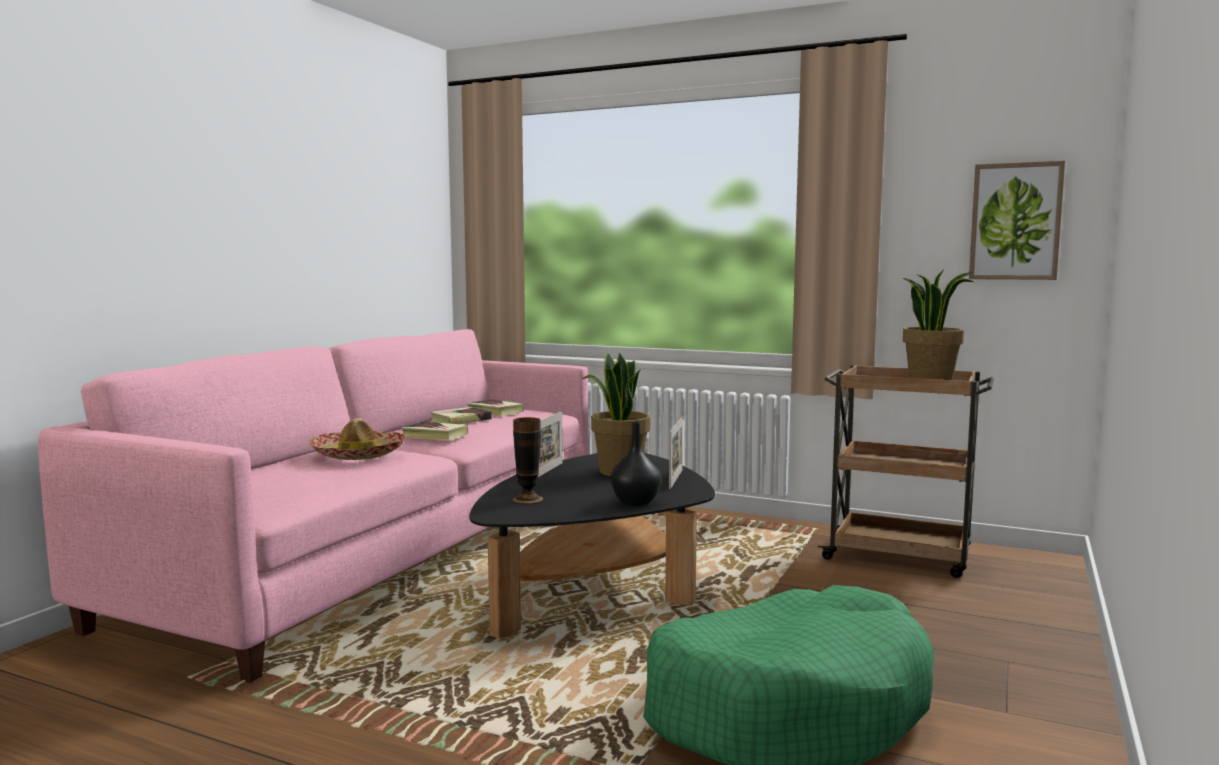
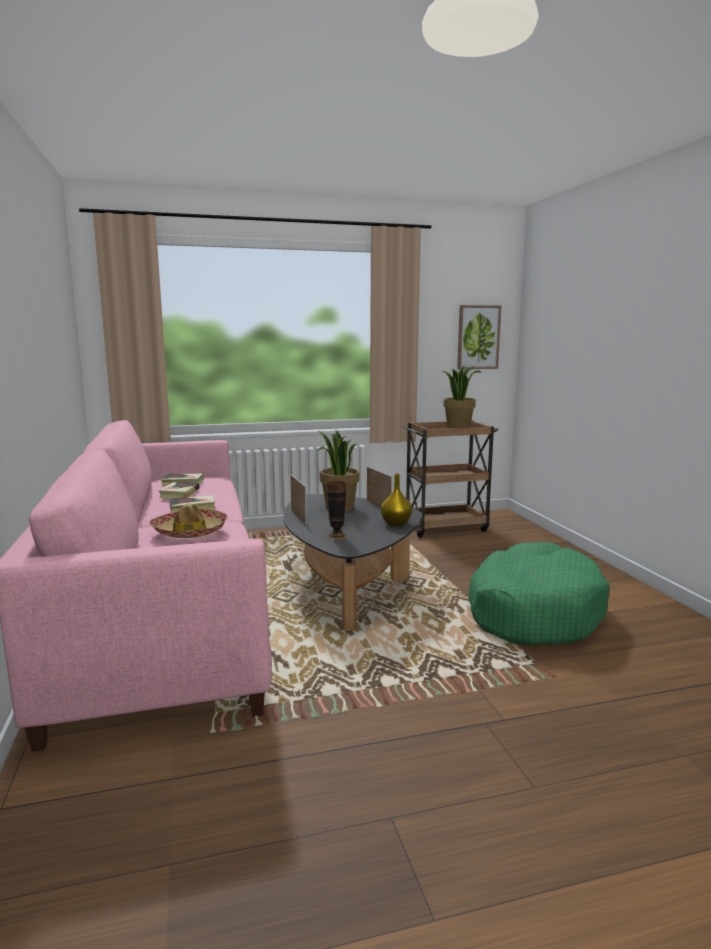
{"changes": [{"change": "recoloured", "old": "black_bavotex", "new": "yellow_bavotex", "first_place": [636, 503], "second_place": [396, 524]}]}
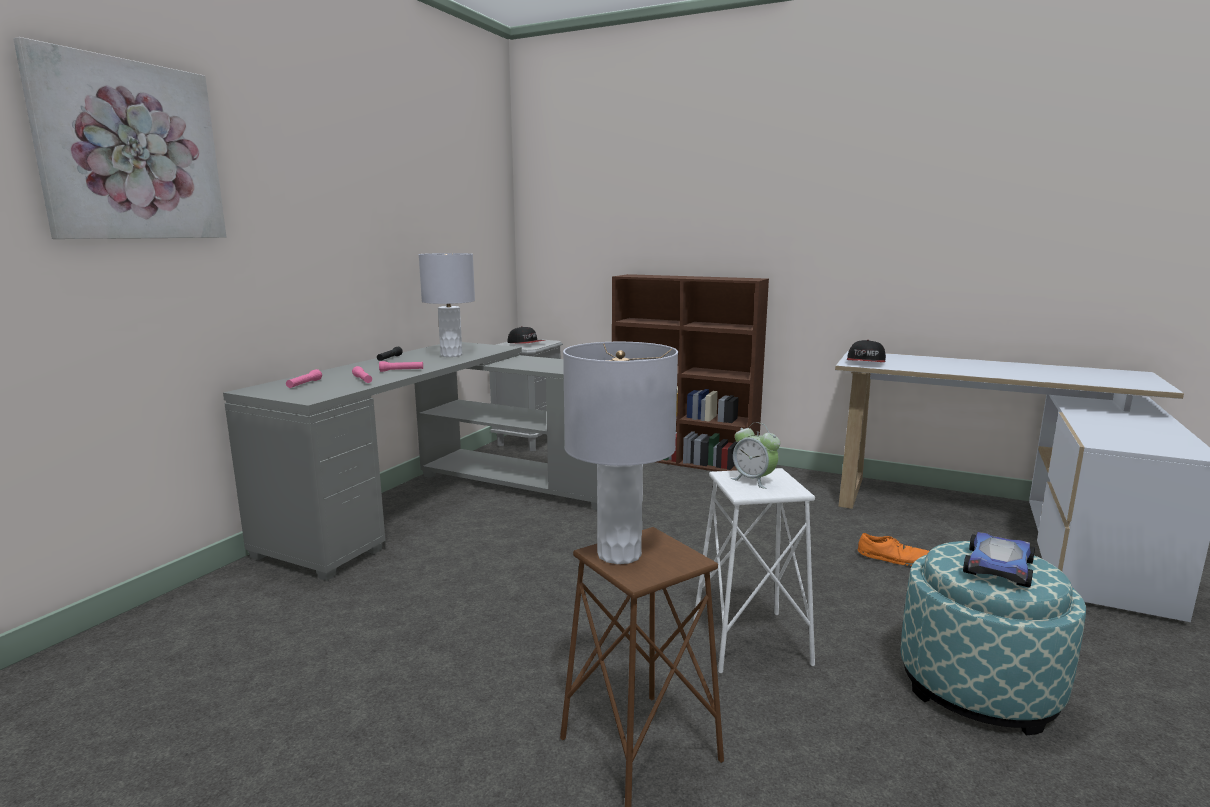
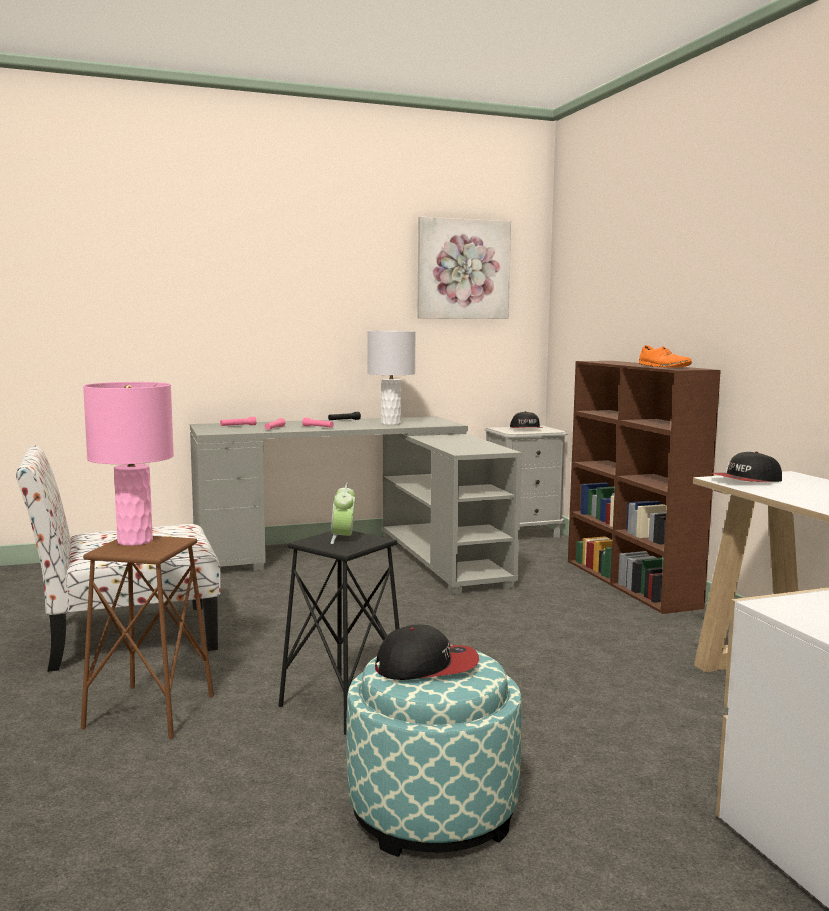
{"changes": [{"change": "added", "new": "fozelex", "second_place": [126, 637]}, {"change": "recoloured", "old": "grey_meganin", "new": "pink_meganin", "first_place": [618, 554], "second_place": [135, 541]}, {"change": "recoloured", "old": "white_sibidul", "new": "black_sibidul", "first_place": [750, 642], "second_place": [342, 703]}, {"change": "replaced", "old": "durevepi", "new": "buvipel", "first_place": [998, 566], "second_place": [427, 666]}, {"change": "moved", "old": "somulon", "first_place": [129, 151], "second_place": [463, 269]}, {"change": "moved", "old": "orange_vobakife", "first_place": [894, 558], "second_place": [663, 366]}]}
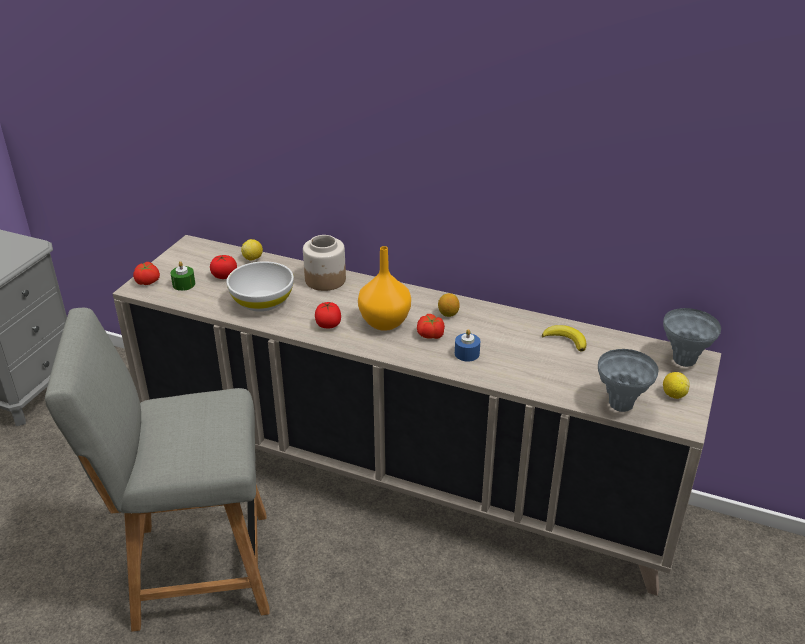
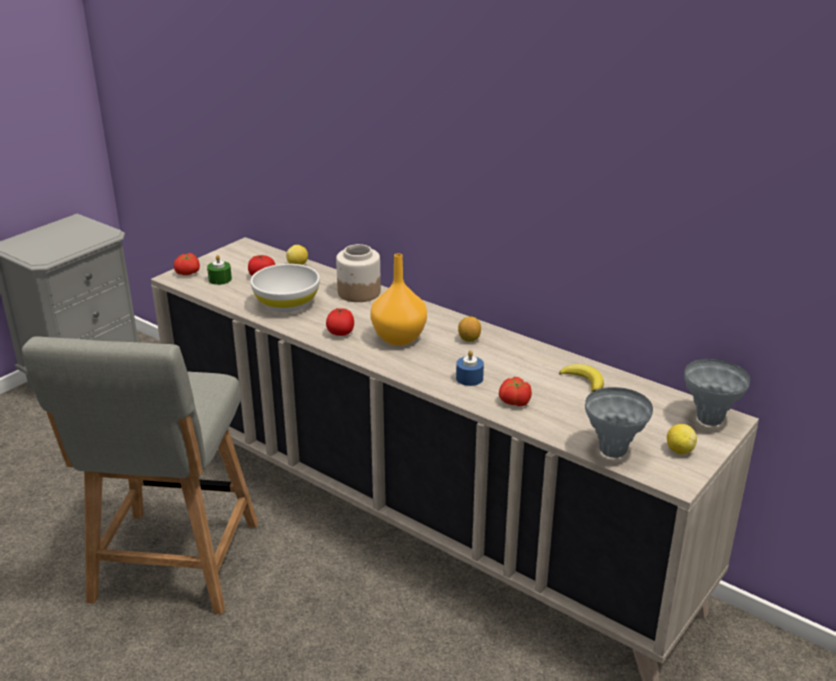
{"changes": [{"change": "turned", "old": "grey_fozelex", "first_place": [193, 569], "second_place": [173, 567], "degrees": -90}, {"change": "moved", "old": "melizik", "first_place": [430, 335], "second_place": [514, 401]}]}
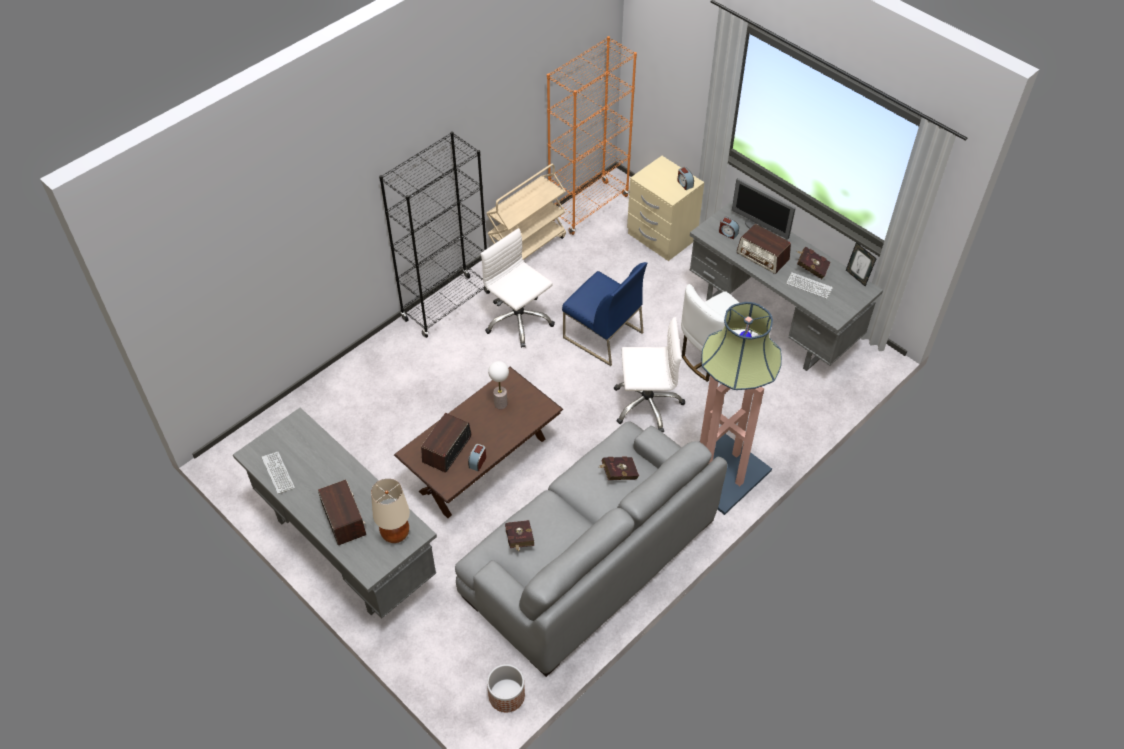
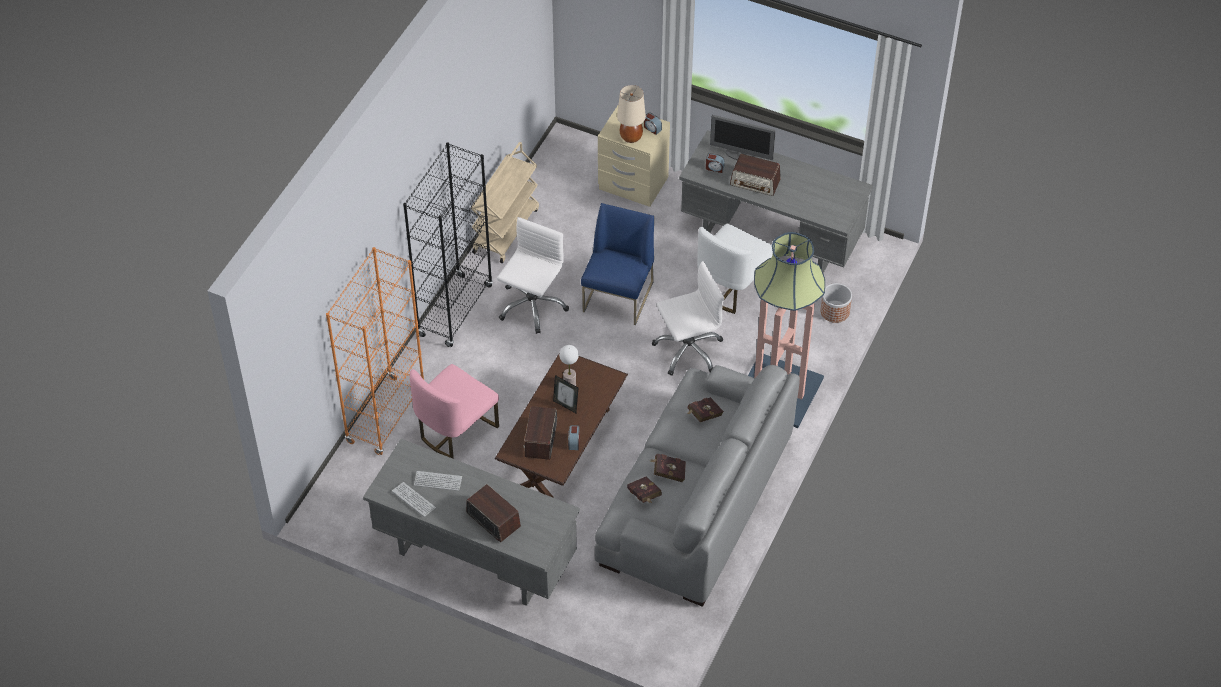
{"changes": [{"change": "moved", "old": "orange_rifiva", "first_place": [588, 208], "second_place": [386, 416]}, {"change": "added", "new": "pink_fozelex", "second_place": [455, 430]}, {"change": "moved", "old": "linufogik", "first_place": [809, 286], "second_place": [438, 481]}, {"change": "turned", "old": "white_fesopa", "first_place": [518, 321], "second_place": [532, 306], "degrees": 90}, {"change": "moved", "old": "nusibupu", "first_place": [857, 277], "second_place": [566, 405]}, {"change": "turned", "old": "blue_fozelex", "first_place": [602, 335], "second_place": [618, 297], "degrees": -90}, {"change": "moved", "old": "beige_meganin", "first_place": [395, 534], "second_place": [631, 137]}, {"change": "moved", "old": "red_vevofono", "first_place": [810, 268], "second_place": [668, 472]}, {"change": "moved", "old": "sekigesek", "first_place": [506, 695], "second_place": [835, 312]}]}
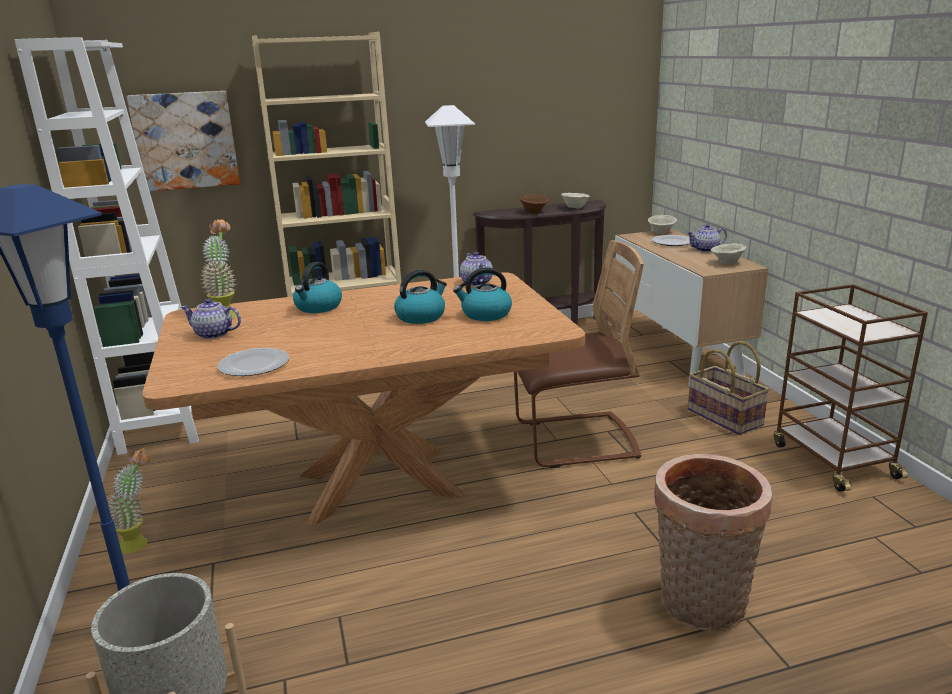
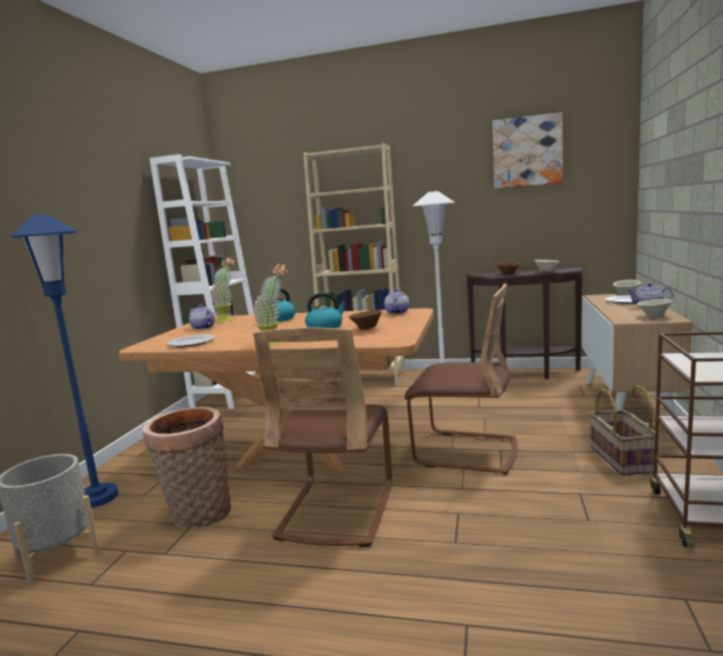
{"changes": [{"change": "moved", "old": "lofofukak", "first_place": [700, 606], "second_place": [197, 514]}, {"change": "added", "new": "brown_fozelex", "second_place": [336, 511]}, {"change": "moved", "old": "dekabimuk", "first_place": [140, 542], "second_place": [275, 343]}, {"change": "replaced", "old": "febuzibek", "new": "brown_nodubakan", "first_place": [485, 314], "second_place": [366, 329]}, {"change": "moved", "old": "somulon", "first_place": [185, 141], "second_place": [527, 152]}]}
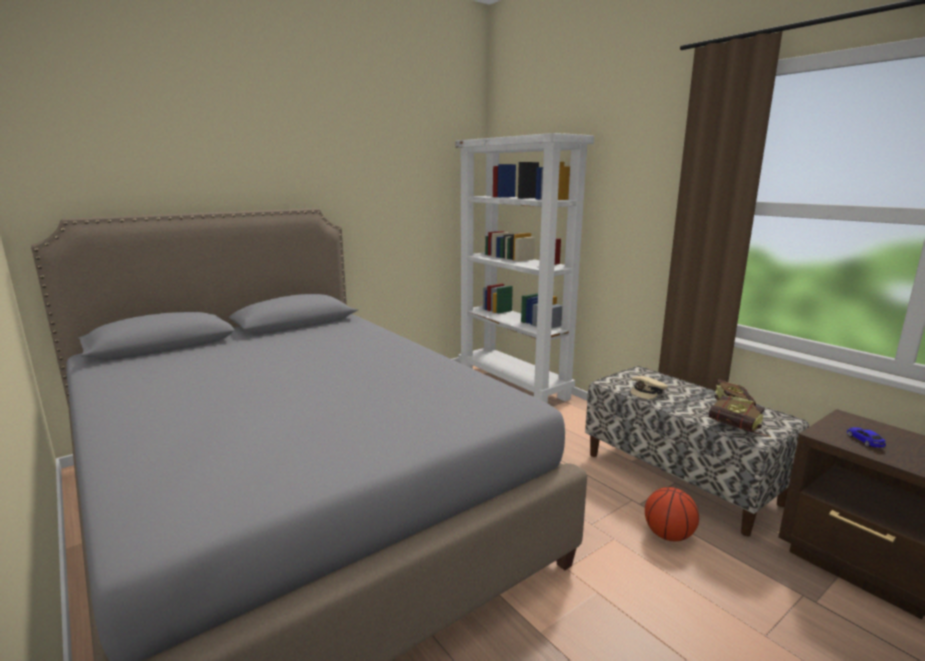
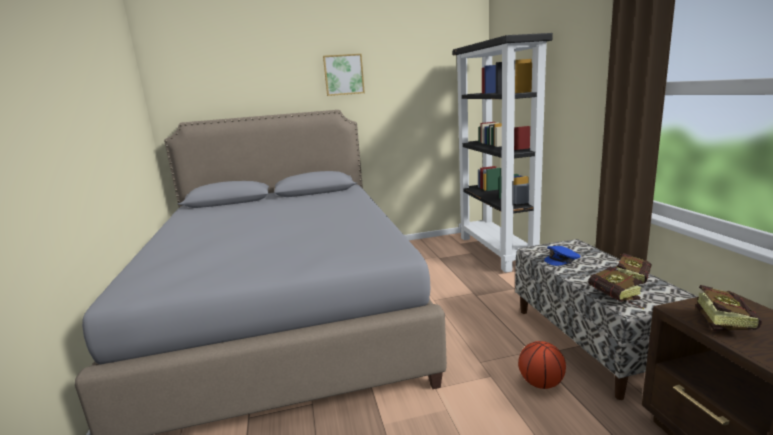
{"changes": [{"change": "added", "new": "somulon", "second_place": [343, 75]}, {"change": "recoloured", "old": "white_rifiva", "new": "black_rifiva", "first_place": [514, 384], "second_place": [497, 251]}, {"change": "recoloured", "old": "beige_buvipel", "new": "blue_buvipel", "first_place": [648, 391], "second_place": [562, 260]}, {"change": "replaced", "old": "durevepi", "new": "vevofono", "first_place": [864, 441], "second_place": [721, 321]}]}
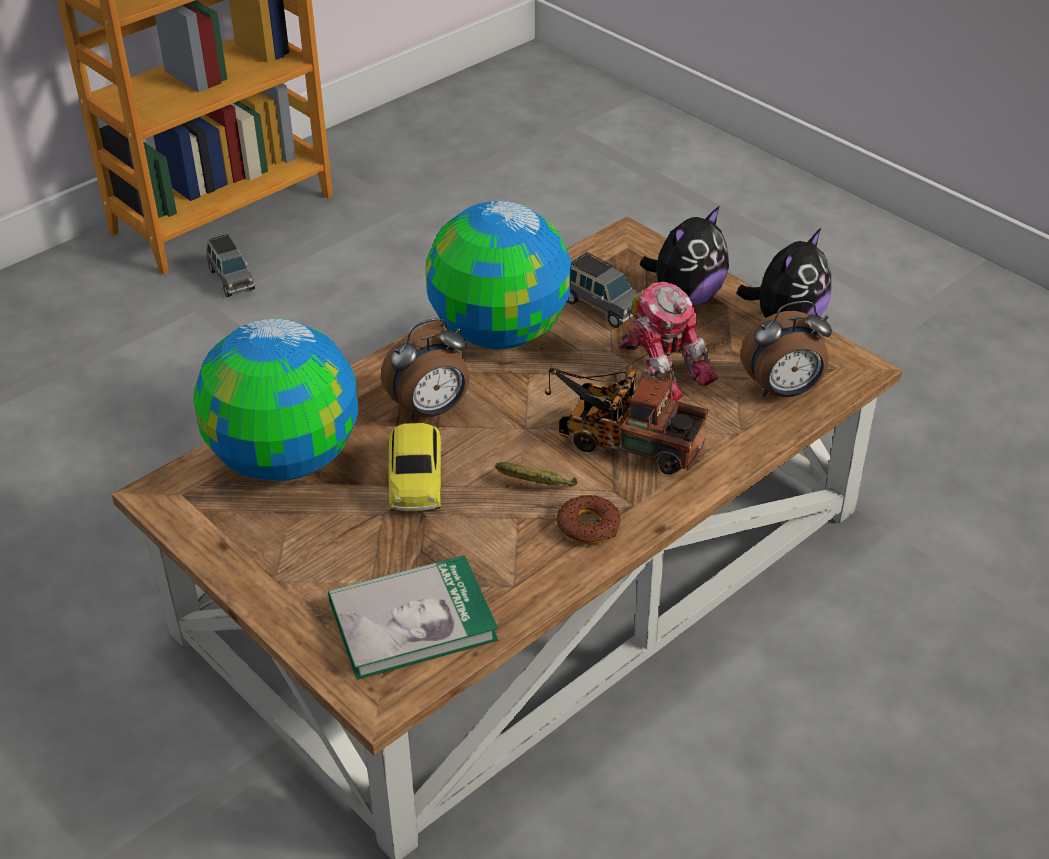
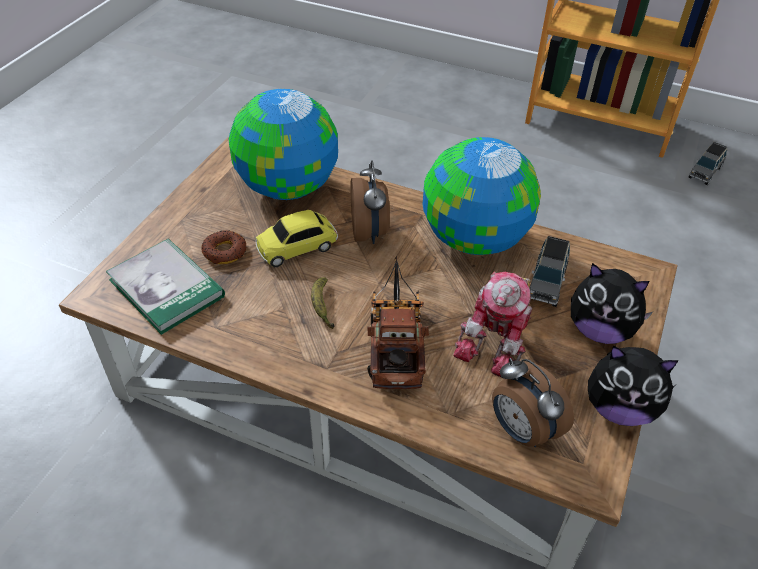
{"changes": [{"change": "moved", "old": "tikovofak", "first_place": [588, 526], "second_place": [225, 252]}, {"change": "turned", "old": "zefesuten", "first_place": [431, 410], "second_place": [369, 232], "degrees": -135}, {"change": "moved", "old": "grey_durevepi", "first_place": [231, 279], "second_place": [705, 172]}]}
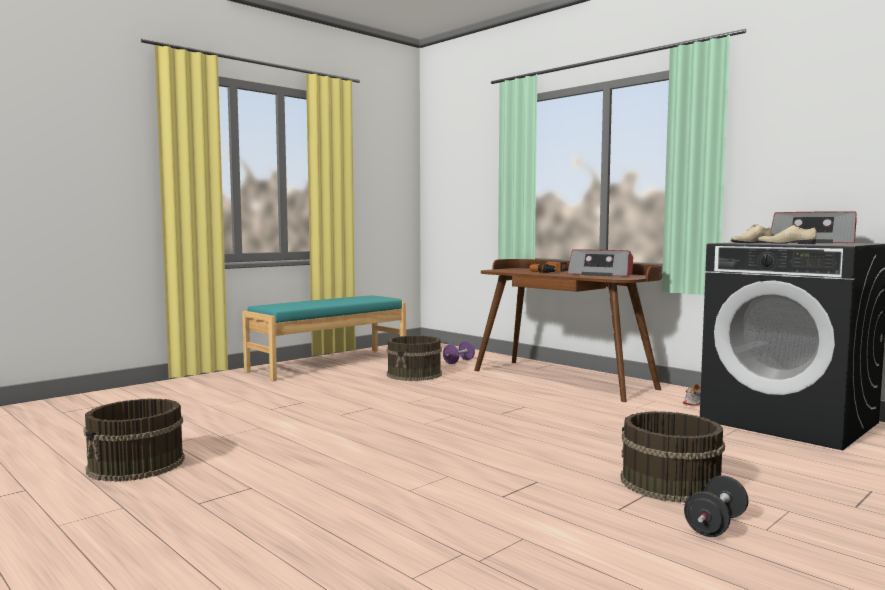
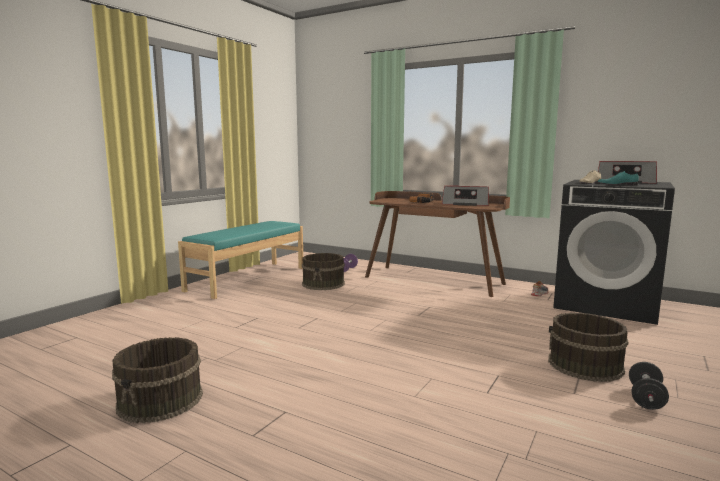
{"changes": [{"change": "recoloured", "old": "beige_vobakife", "new": "turquoise_vobakife", "first_place": [786, 243], "second_place": [617, 184]}]}
